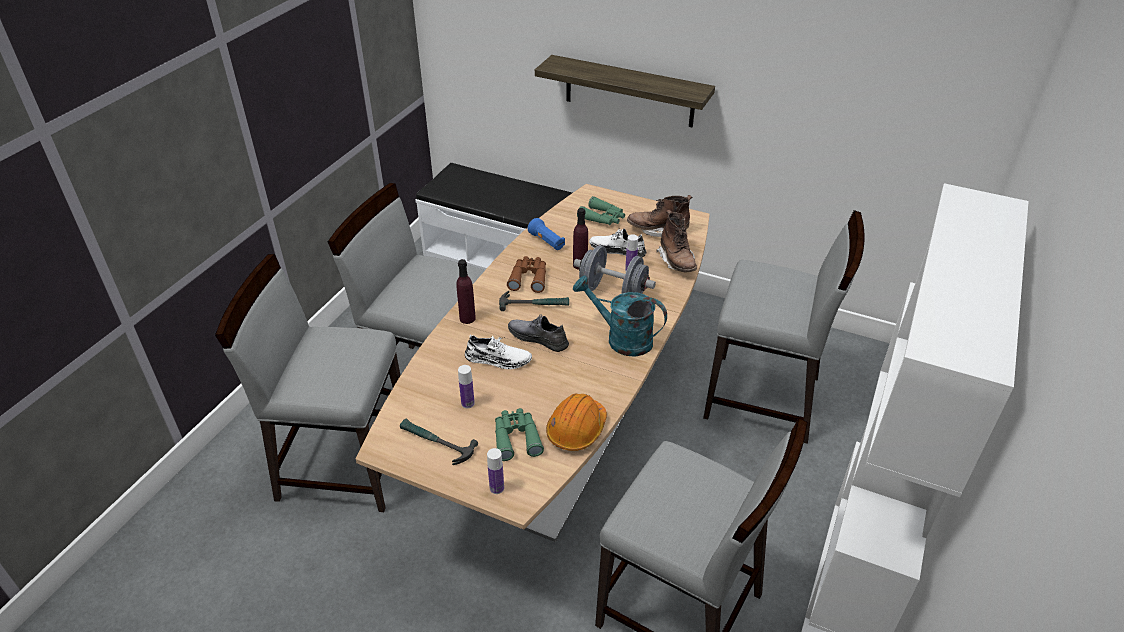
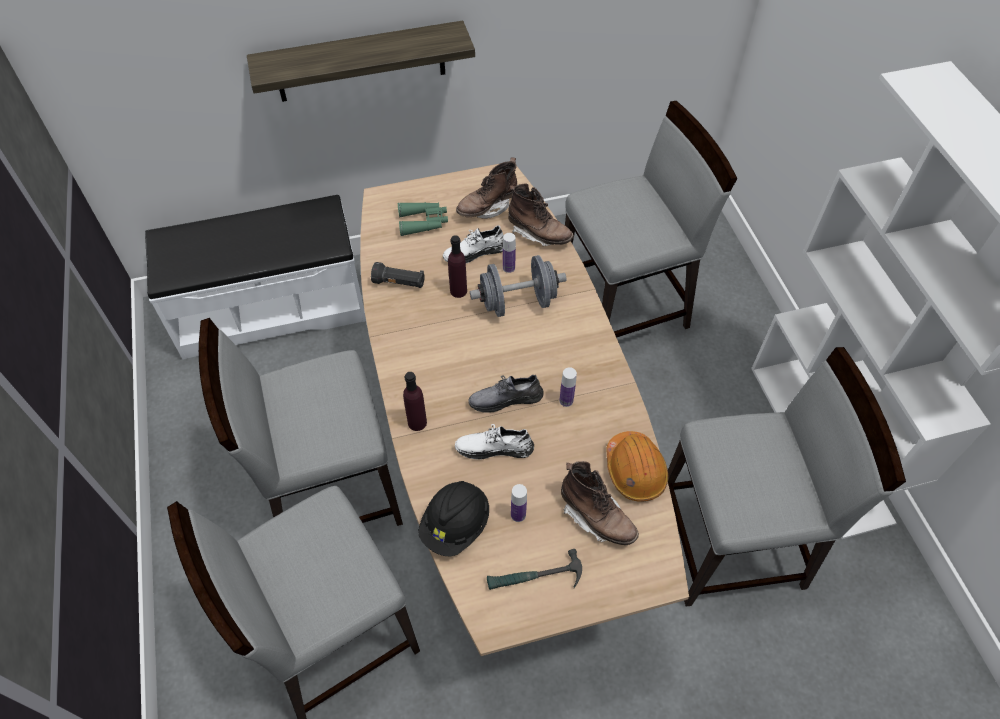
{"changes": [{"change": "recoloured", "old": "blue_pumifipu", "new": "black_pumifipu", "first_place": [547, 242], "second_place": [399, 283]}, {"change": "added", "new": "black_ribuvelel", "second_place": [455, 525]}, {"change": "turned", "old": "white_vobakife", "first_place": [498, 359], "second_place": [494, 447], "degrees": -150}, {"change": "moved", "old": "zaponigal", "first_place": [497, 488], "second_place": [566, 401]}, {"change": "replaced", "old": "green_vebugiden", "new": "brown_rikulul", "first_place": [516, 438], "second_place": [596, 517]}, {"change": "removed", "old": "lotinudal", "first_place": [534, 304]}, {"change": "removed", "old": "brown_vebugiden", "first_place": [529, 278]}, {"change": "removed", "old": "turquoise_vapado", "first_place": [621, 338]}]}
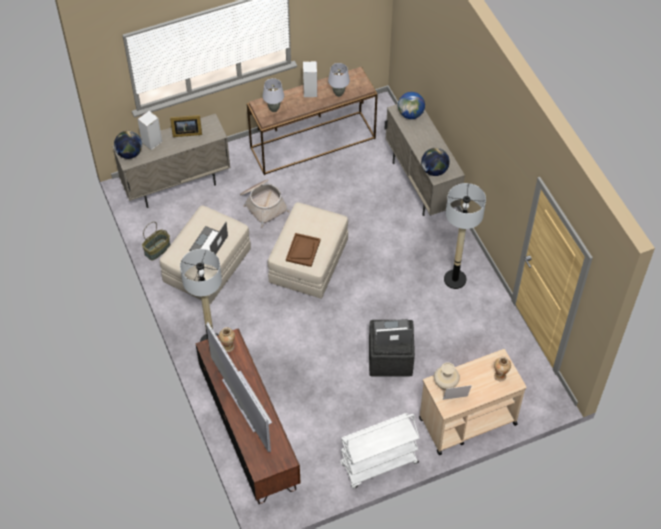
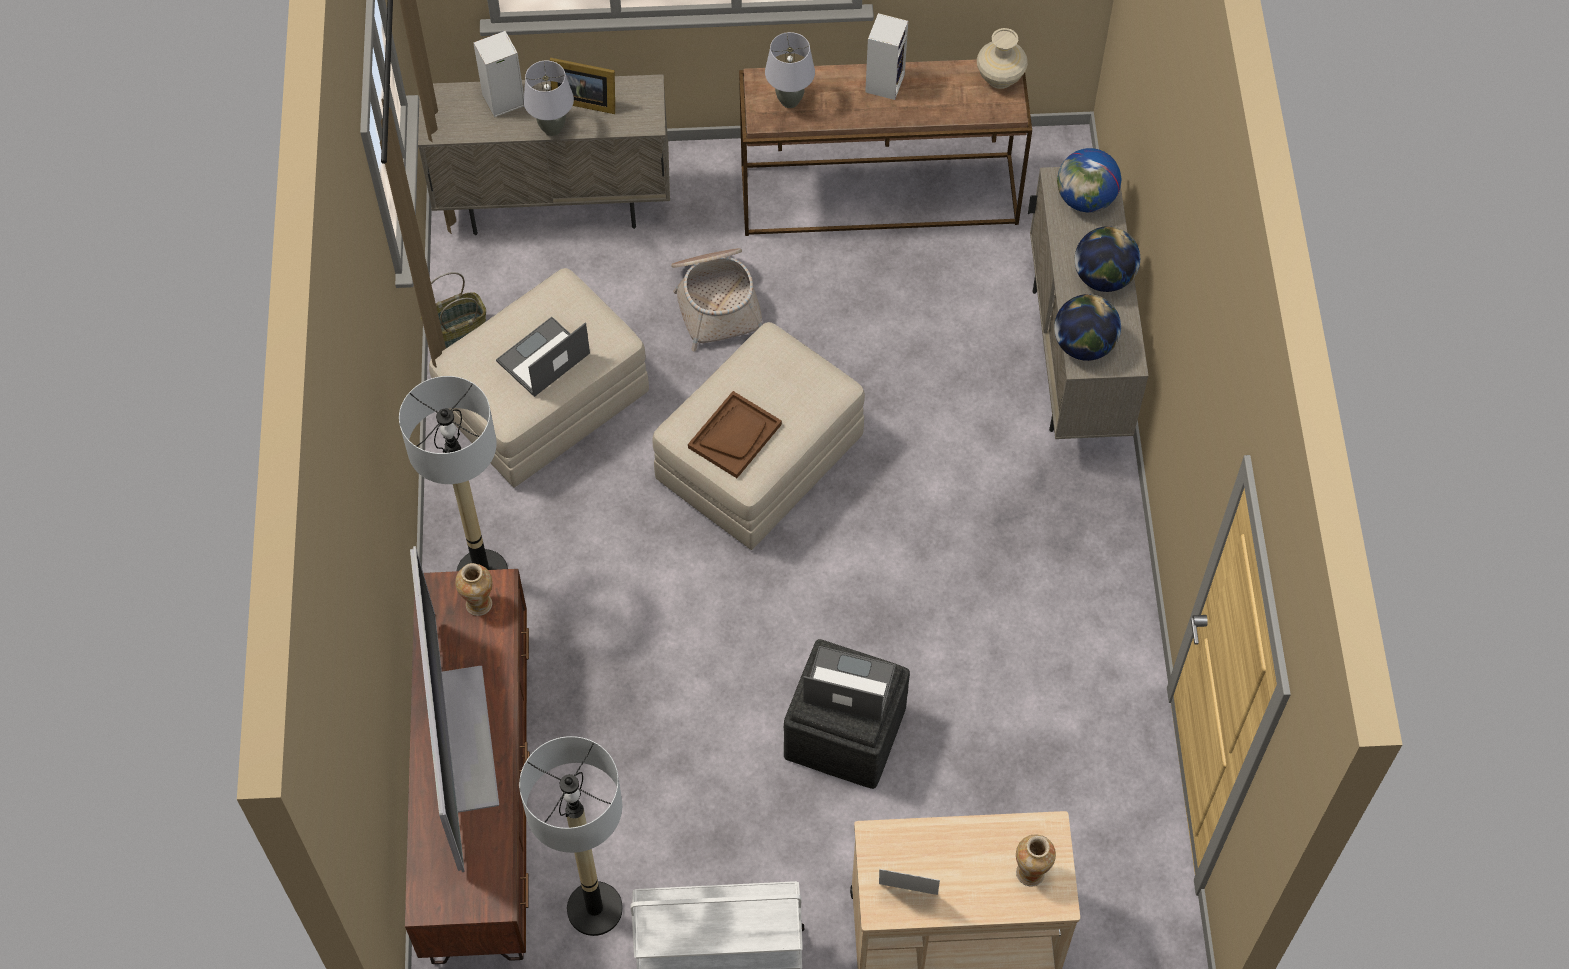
{"changes": [{"change": "moved", "old": "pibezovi", "first_place": [455, 279], "second_place": [595, 909]}, {"change": "moved", "old": "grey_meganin", "first_place": [338, 93], "second_place": [552, 128]}, {"change": "moved", "old": "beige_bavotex", "first_place": [446, 383], "second_place": [1000, 78]}, {"change": "moved", "old": "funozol", "first_place": [129, 153], "second_place": [1103, 277]}]}
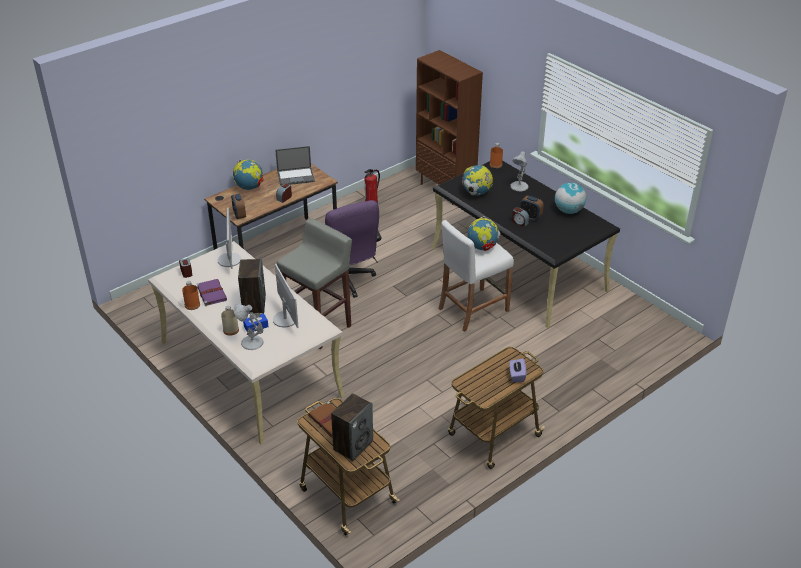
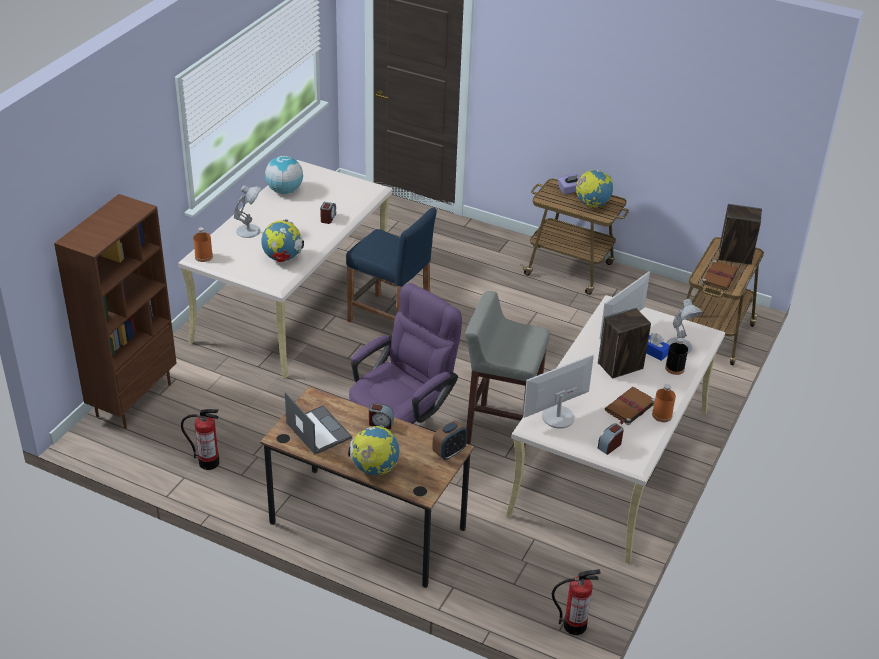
{"changes": [{"change": "recoloured", "old": "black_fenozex", "new": "beige_fenozex", "first_place": [518, 269], "second_place": [294, 301]}, {"change": "recoloured", "old": "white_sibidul", "new": "blue_sibidul", "first_place": [473, 309], "second_place": [390, 319]}, {"change": "added", "new": "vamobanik", "second_place": [574, 625]}, {"change": "moved", "old": "funozol", "first_place": [482, 247], "second_place": [592, 204]}, {"change": "recoloured", "old": "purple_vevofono", "new": "brown_vevofono", "first_place": [211, 293], "second_place": [629, 407]}, {"change": "recoloured", "old": "beige_zaponigal", "new": "black_zaponigal", "first_place": [231, 330], "second_place": [674, 368]}, {"change": "removed", "old": "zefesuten", "first_place": [530, 217]}]}
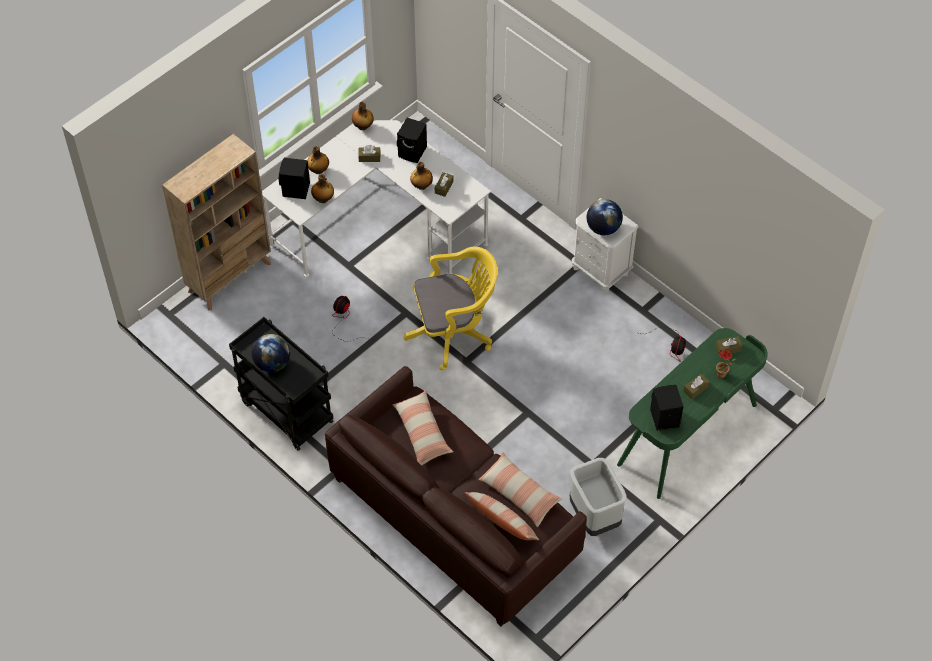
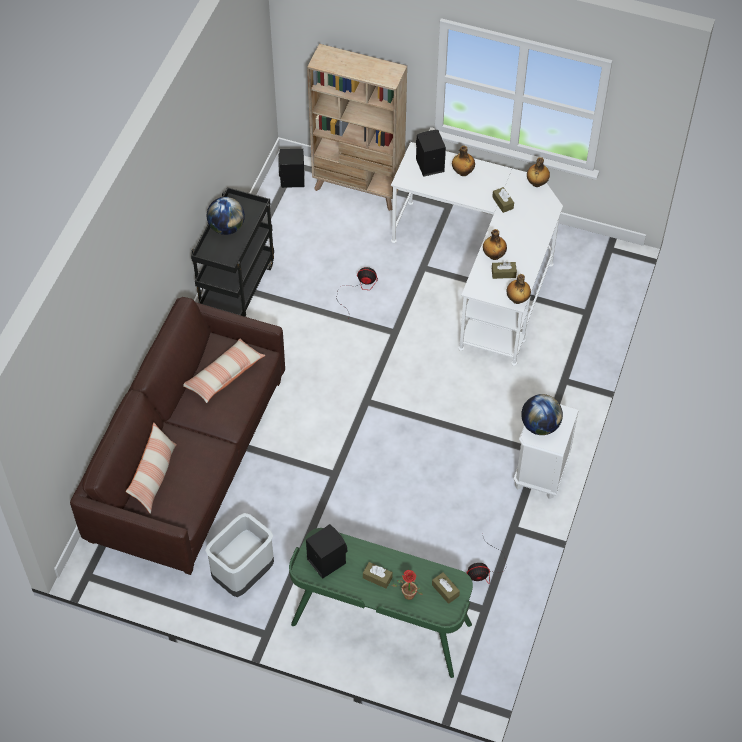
{"changes": [{"change": "moved", "old": "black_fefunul", "first_place": [413, 152], "second_place": [292, 180]}, {"change": "moved", "old": "zaponigal", "first_place": [323, 199], "second_place": [517, 300]}, {"change": "removed", "old": "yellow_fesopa", "first_place": [454, 332]}, {"change": "removed", "old": "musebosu", "first_place": [519, 493]}]}
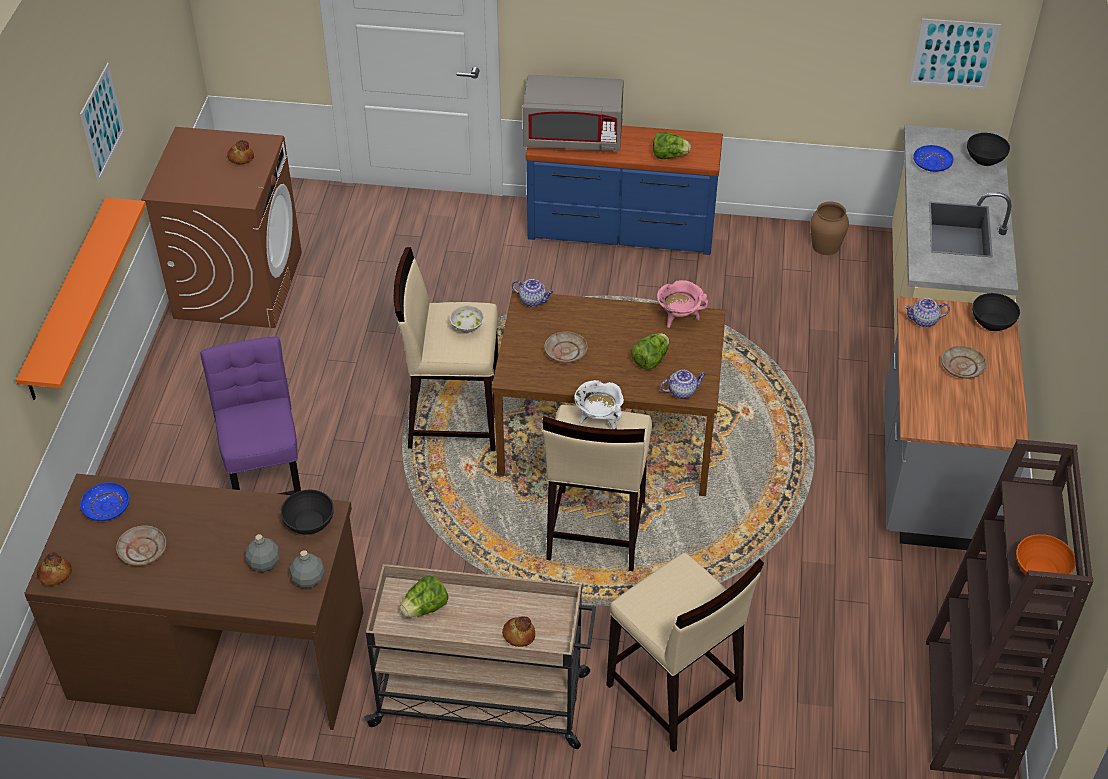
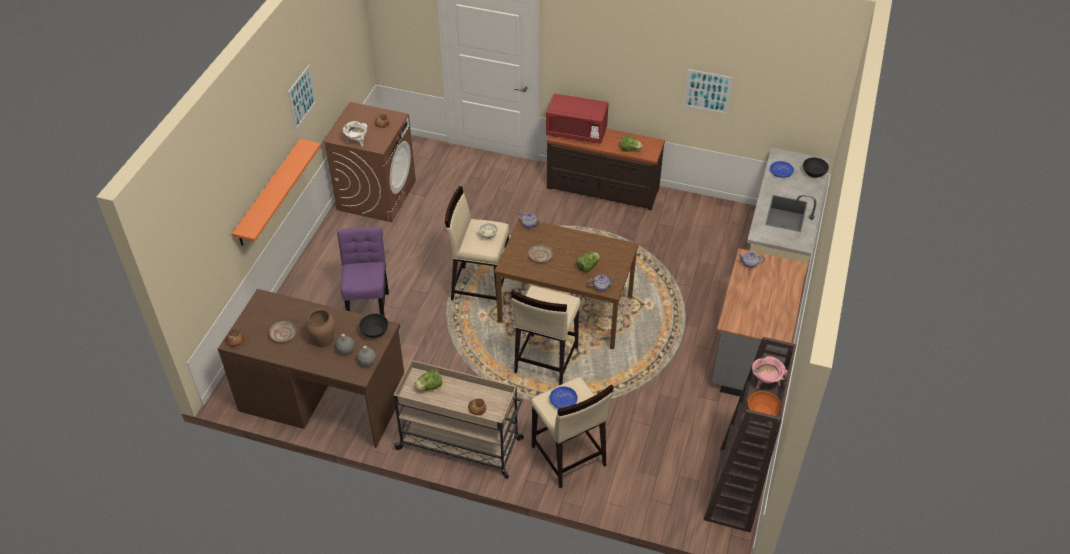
{"changes": [{"change": "moved", "old": "brown_bavotex", "first_place": [826, 246], "second_place": [324, 339]}, {"change": "moved", "old": "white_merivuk", "first_place": [599, 420], "second_place": [357, 142]}, {"change": "recoloured", "old": "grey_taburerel", "new": "red_taburerel", "first_place": [573, 137], "second_place": [576, 132]}, {"change": "recoloured", "old": "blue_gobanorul", "new": "brown_gobanorul", "first_place": [621, 230], "second_place": [602, 189]}, {"change": "moved", "old": "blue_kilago", "first_place": [106, 507], "second_place": [563, 400]}, {"change": "moved", "old": "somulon", "first_place": [954, 54], "second_place": [707, 91]}, {"change": "moved", "old": "pink_merivuk", "first_place": [679, 318], "second_place": [766, 382]}, {"change": "removed", "old": "beige_kilago", "first_place": [962, 367]}, {"change": "removed", "old": "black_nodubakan", "first_place": [992, 321]}]}
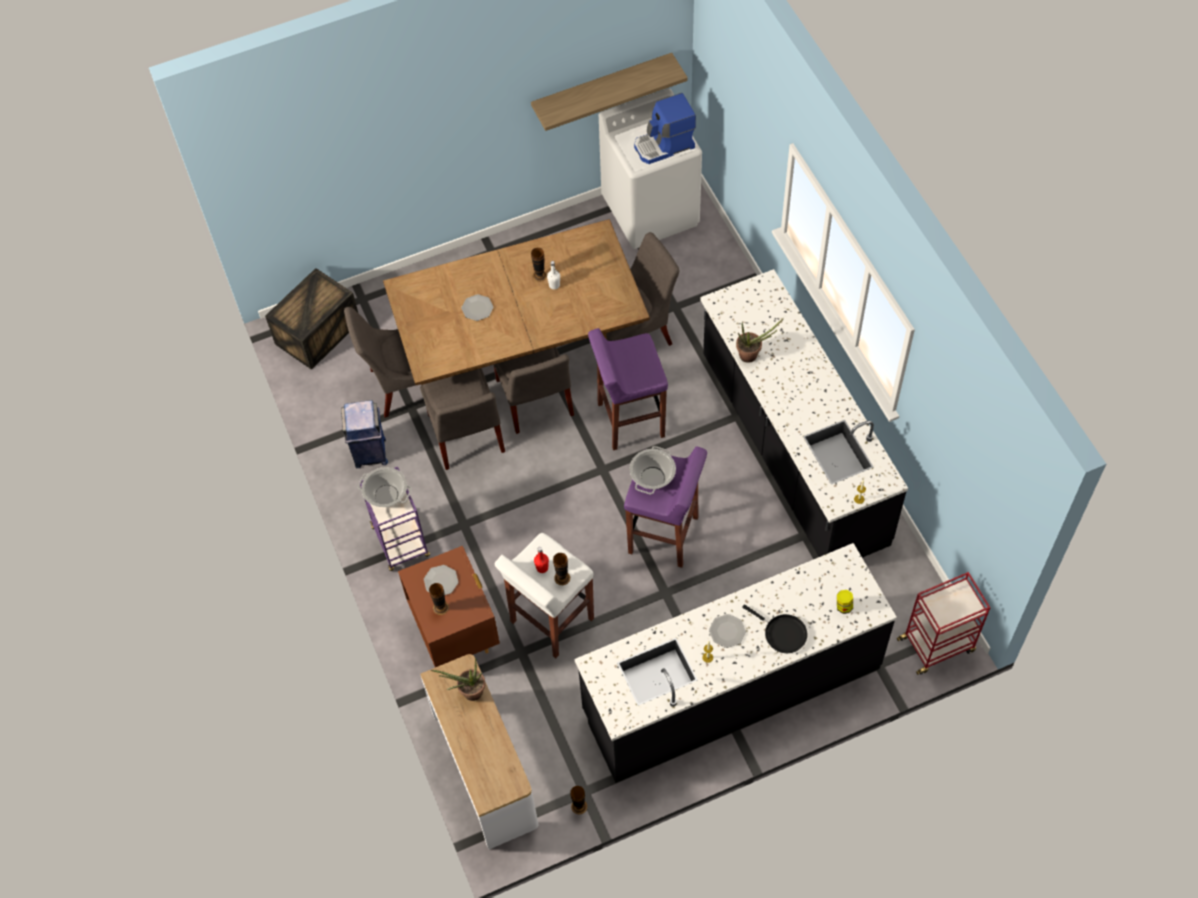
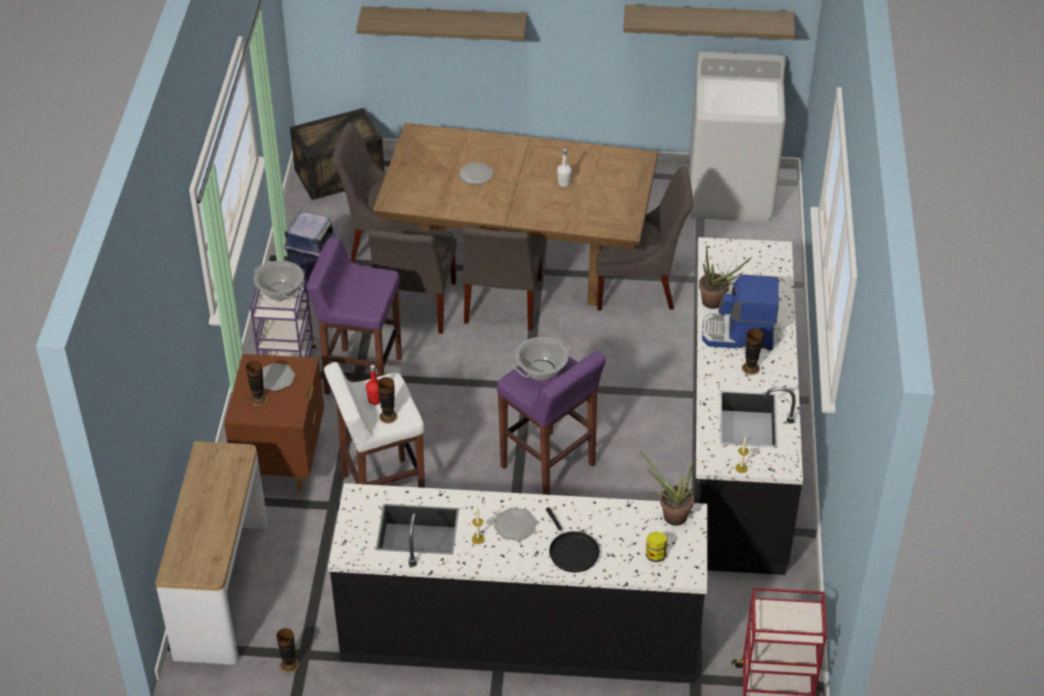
{"changes": [{"change": "moved", "old": "purple_sibidul", "first_place": [629, 420], "second_place": [362, 375]}, {"change": "added", "new": "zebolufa", "second_place": [444, 23]}, {"change": "moved", "old": "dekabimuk", "first_place": [468, 692], "second_place": [669, 515]}, {"change": "moved", "old": "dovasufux", "first_place": [664, 146], "second_place": [738, 335]}, {"change": "moved", "old": "bavotex", "first_place": [539, 275], "second_place": [750, 368]}]}
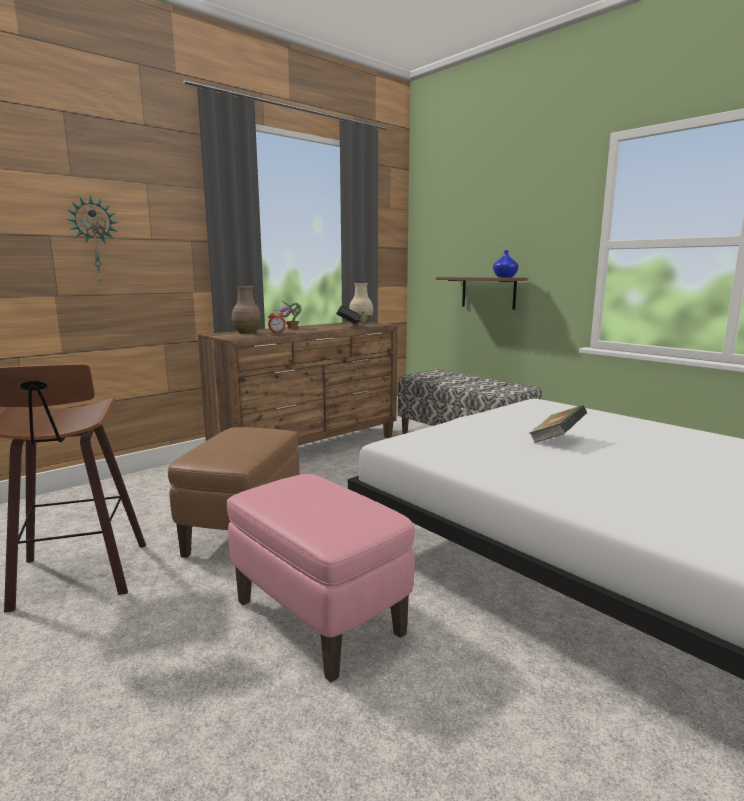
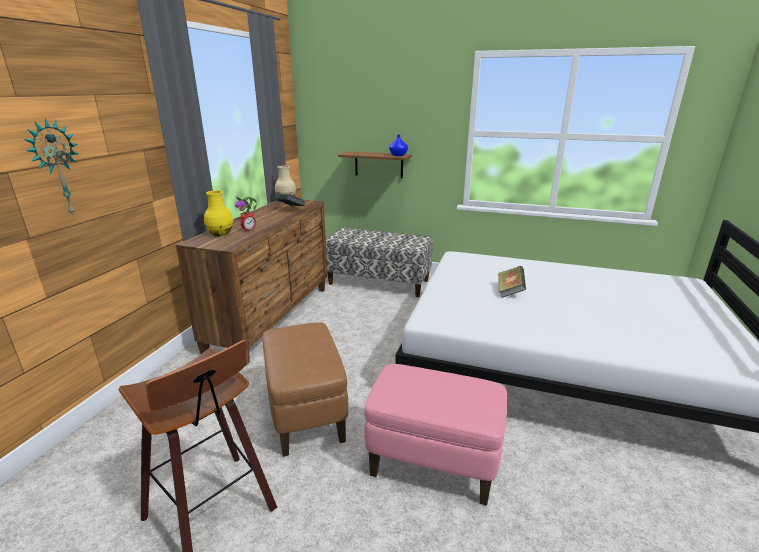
{"changes": [{"change": "recoloured", "old": "brown_bavotex", "new": "yellow_bavotex", "first_place": [247, 332], "second_place": [220, 234]}]}
